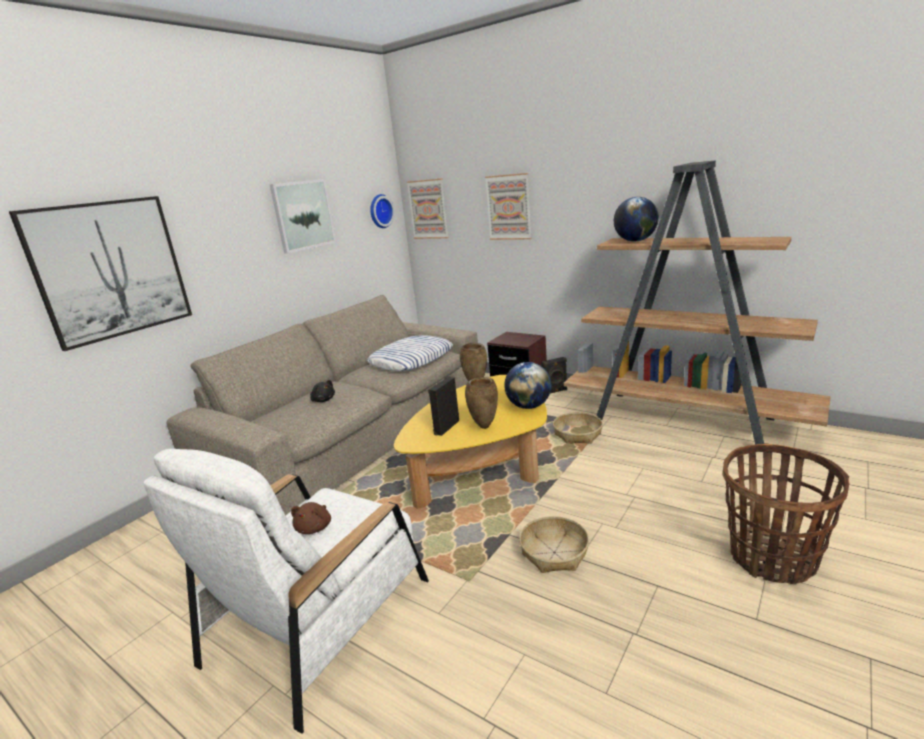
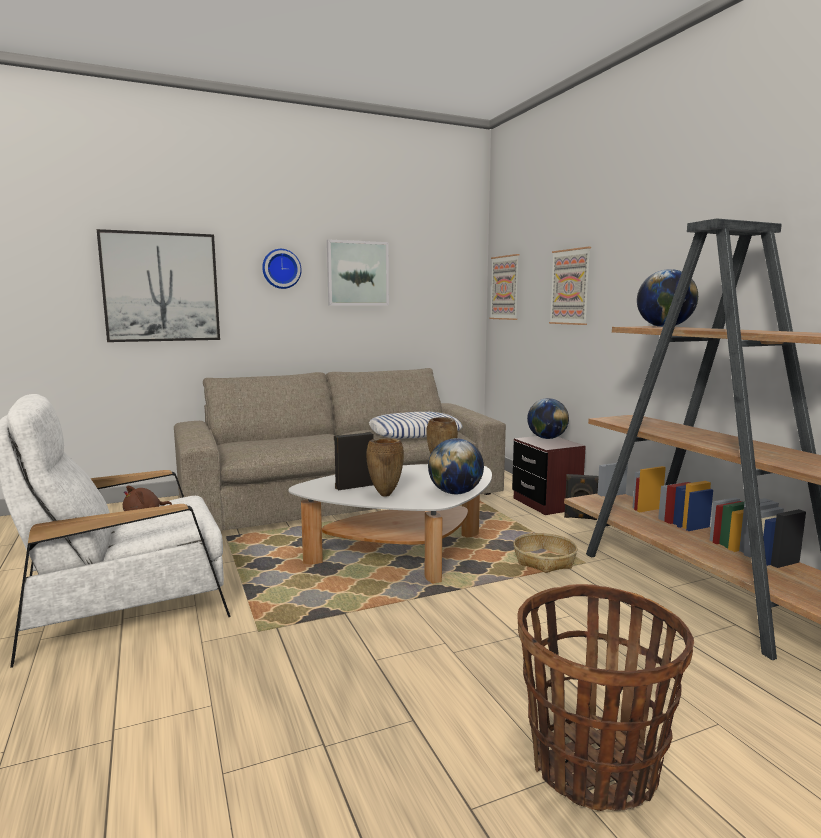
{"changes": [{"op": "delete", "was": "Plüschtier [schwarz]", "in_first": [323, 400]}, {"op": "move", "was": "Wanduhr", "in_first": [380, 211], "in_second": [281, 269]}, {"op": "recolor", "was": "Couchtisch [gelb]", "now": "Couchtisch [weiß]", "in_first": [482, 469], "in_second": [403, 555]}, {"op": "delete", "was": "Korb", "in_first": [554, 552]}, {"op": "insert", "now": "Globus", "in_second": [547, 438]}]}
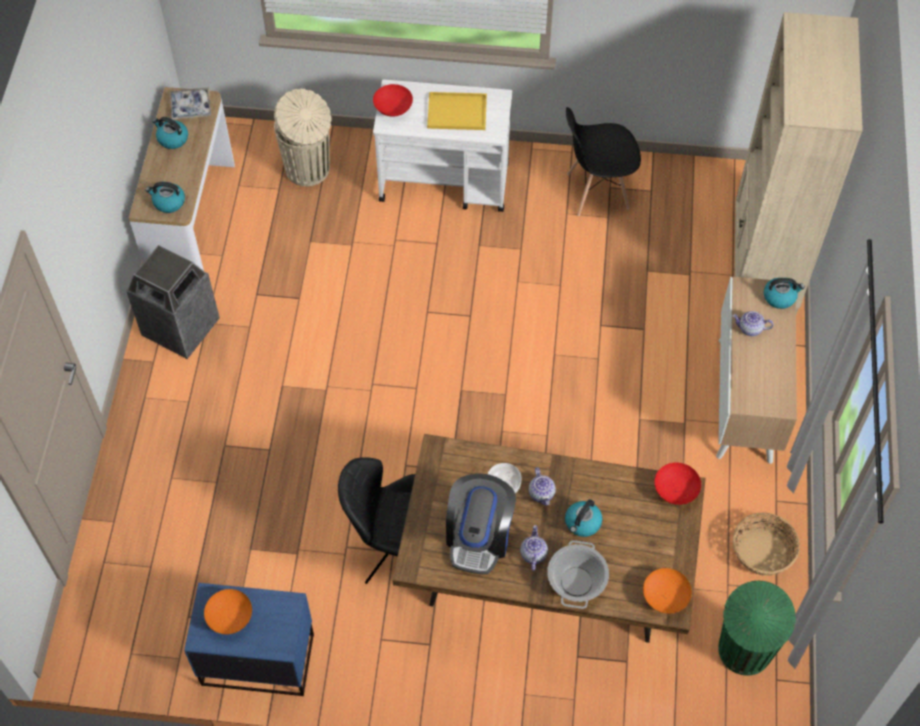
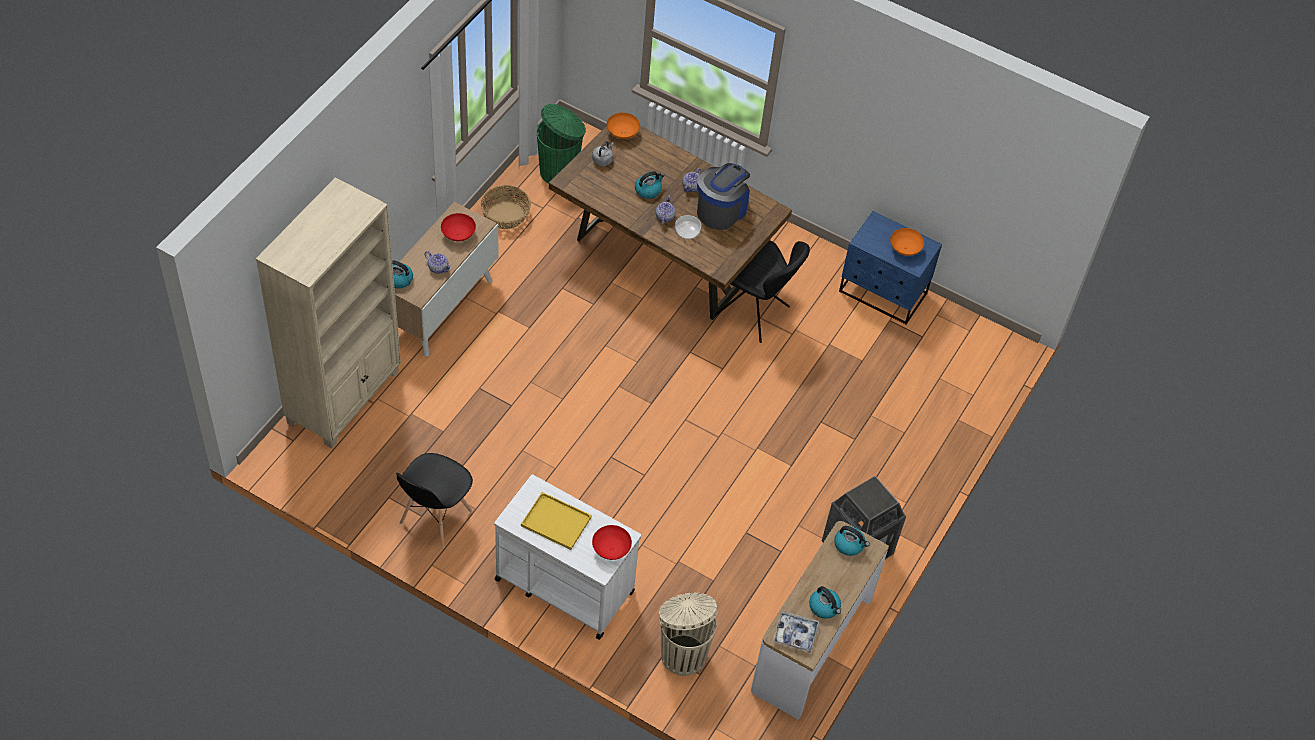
{"changes": [{"op": "delete", "was": "Kochtopf", "in_first": [576, 582]}, {"op": "rotate", "was": "Stuhl [schwarz]", "in_first": [597, 191], "in_second": [435, 517], "clockwise": 105}, {"op": "move", "was": "Schüssel [rot]", "in_first": [675, 490], "in_second": [458, 235]}, {"op": "insert", "now": "Wasserkessel [grau]", "in_second": [603, 160]}]}
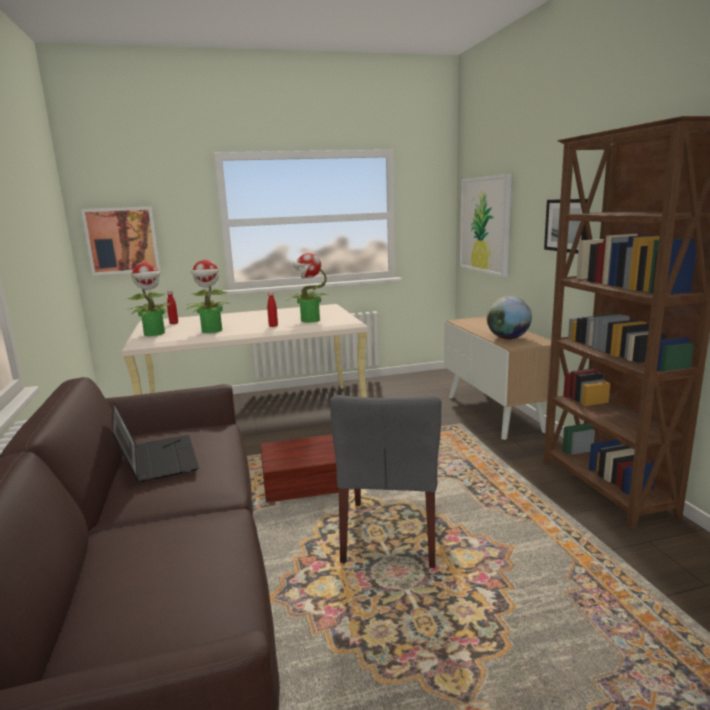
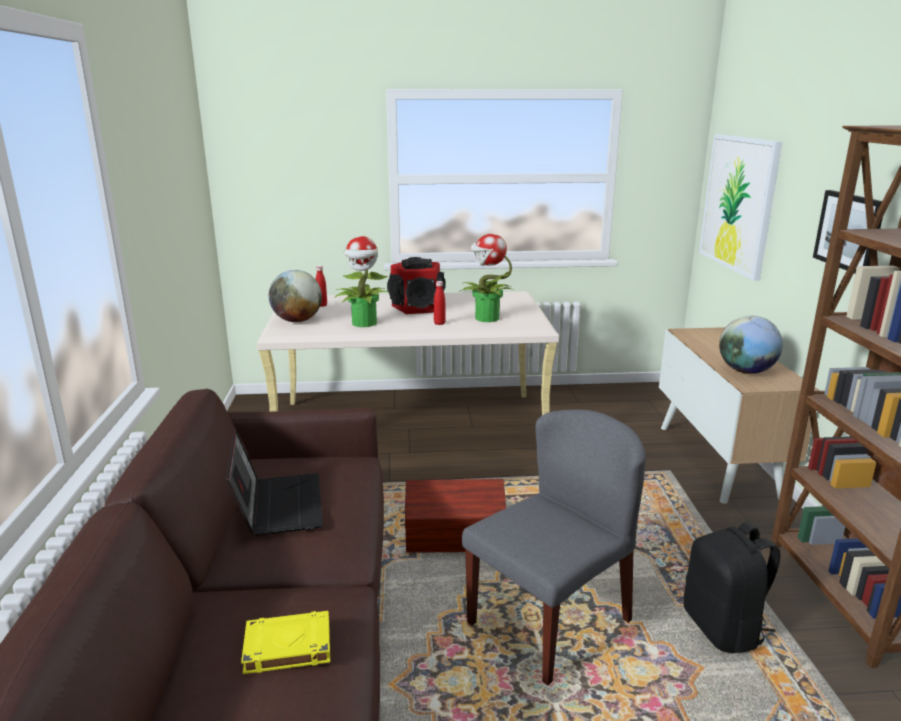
{"changes": [{"op": "delete", "was": "Bild", "in_first": [122, 240]}, {"op": "replace", "was": "Topfpflanze", "now": "Globus", "in_first": [155, 333], "in_second": [297, 320]}, {"op": "rotate", "was": "Stuhl [grau]", "in_first": [391, 534], "in_second": [550, 621], "clockwise": -150}, {"op": "insert", "now": "Buch [gelb]", "in_second": [287, 647]}, {"op": "insert", "now": "Lautsprecher", "in_second": [417, 307]}, {"op": "insert", "now": "Rucksack [schwarz]", "in_second": [723, 628]}]}
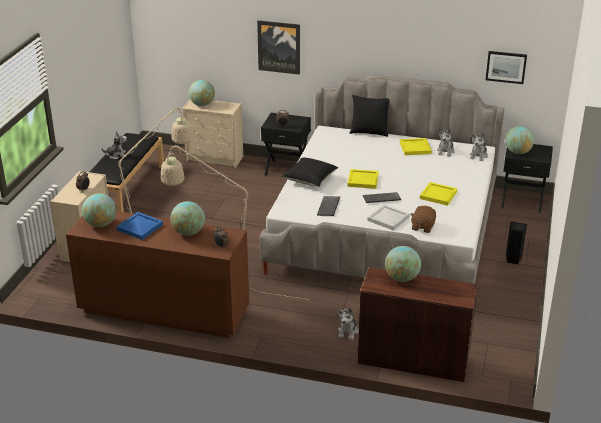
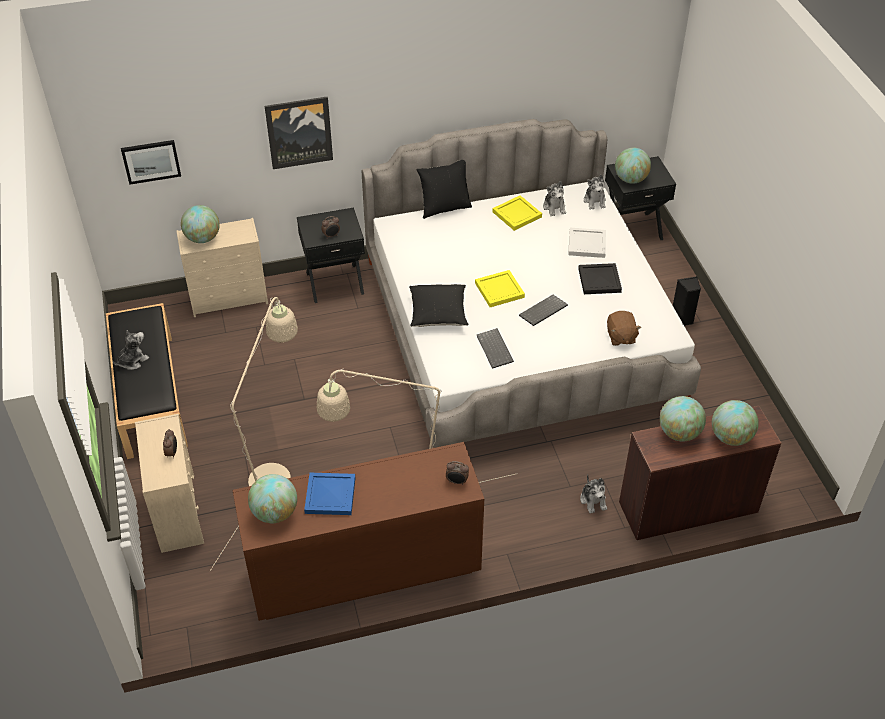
{"changes": [{"op": "move", "was": "Globus", "in_first": [188, 232], "in_second": [730, 437]}, {"op": "move", "was": "Tablett [weiß]", "in_first": [389, 219], "in_second": [587, 244]}, {"op": "recolor", "was": "Tablett [gelb]", "now": "Tablett [schwarz]", "in_first": [438, 195], "in_second": [600, 281]}, {"op": "move", "was": "Bild", "in_first": [506, 67], "in_second": [151, 161]}]}
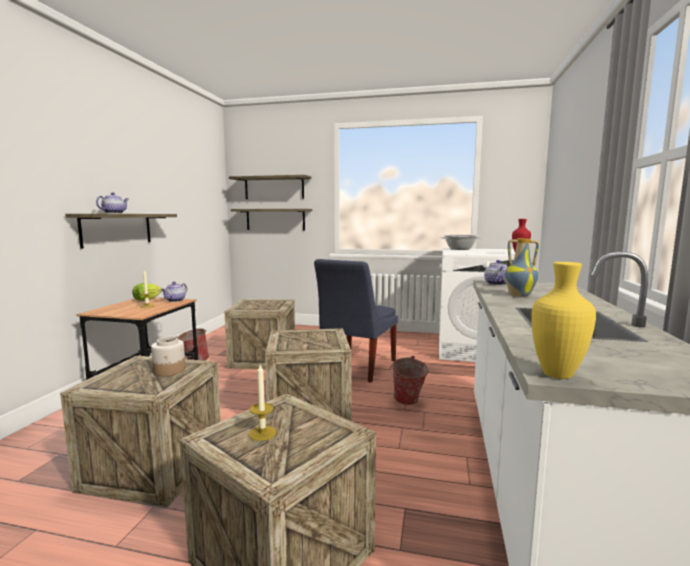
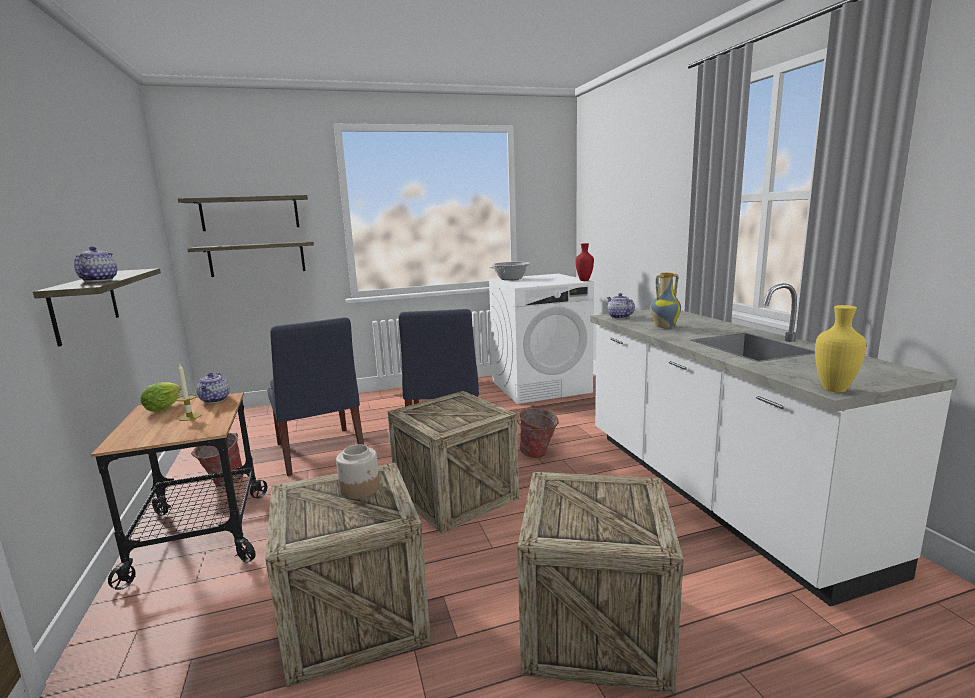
{"changes": [{"op": "replace", "was": "Kiste", "now": "Stuhl [blau]", "in_first": [263, 358], "in_second": [319, 452]}, {"op": "delete", "was": "Kerze", "in_first": [262, 433]}]}
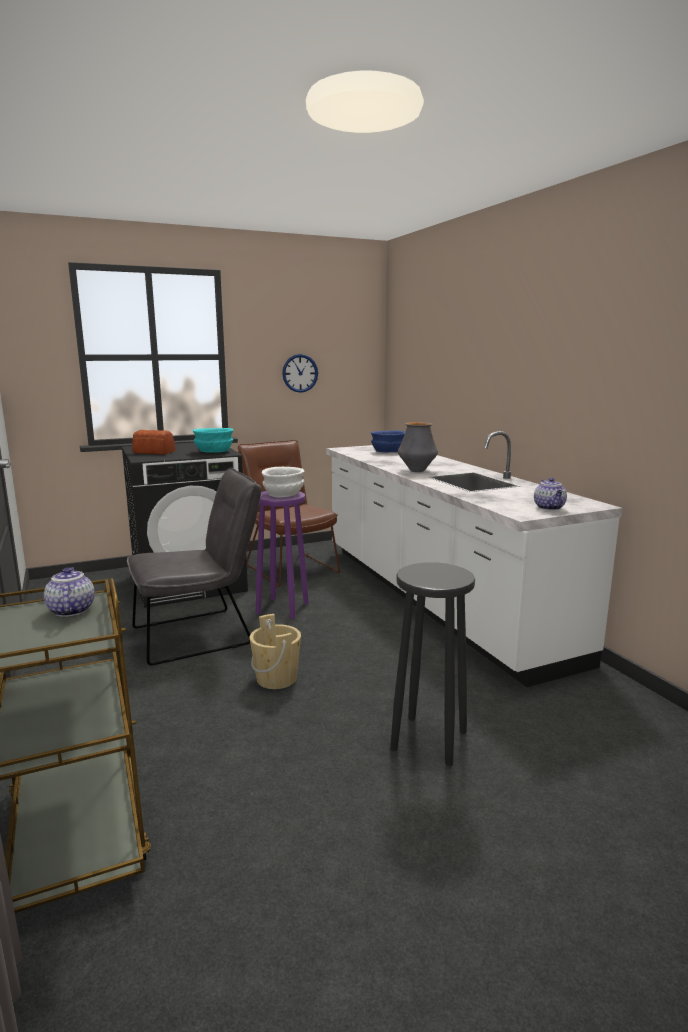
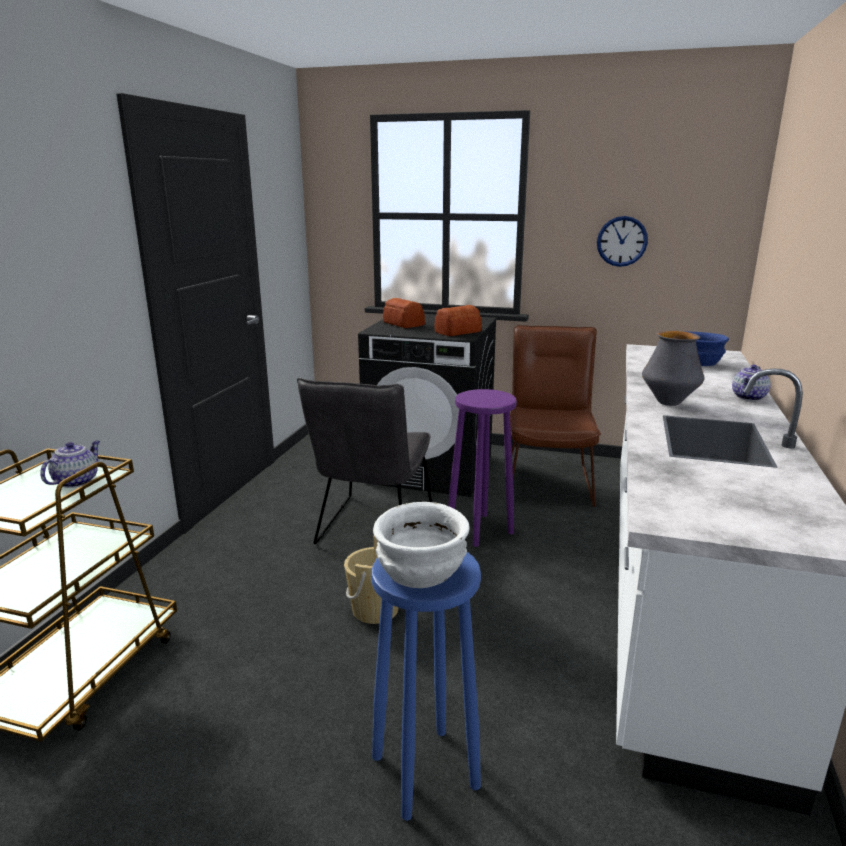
{"changes": [{"op": "rotate", "was": "Stuhl [grau]", "in_first": [200, 634], "in_second": [372, 530], "clockwise": 90}, {"op": "replace", "was": "Schüssel [türkis]", "now": "Brot", "in_first": [213, 451], "in_second": [456, 332]}, {"op": "move", "was": "Schüssel [weiß]", "in_first": [284, 494], "in_second": [421, 572]}, {"op": "recolor", "was": "Hocker [schwarz]", "now": "Hocker [blau]", "in_first": [428, 739], "in_second": [424, 770]}, {"op": "move", "was": "Teekanne", "in_first": [549, 508], "in_second": [749, 397]}]}
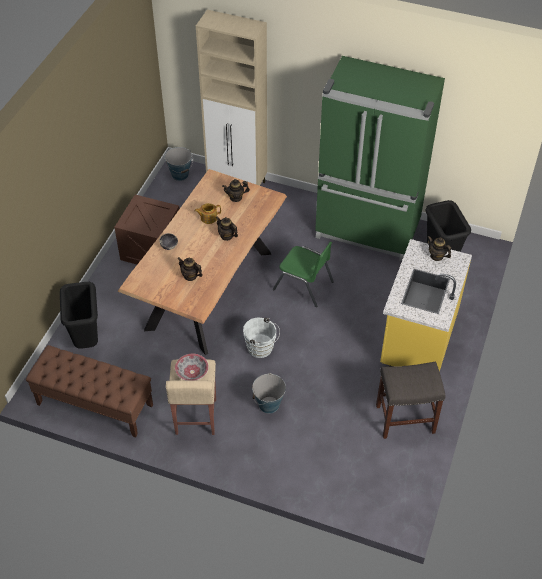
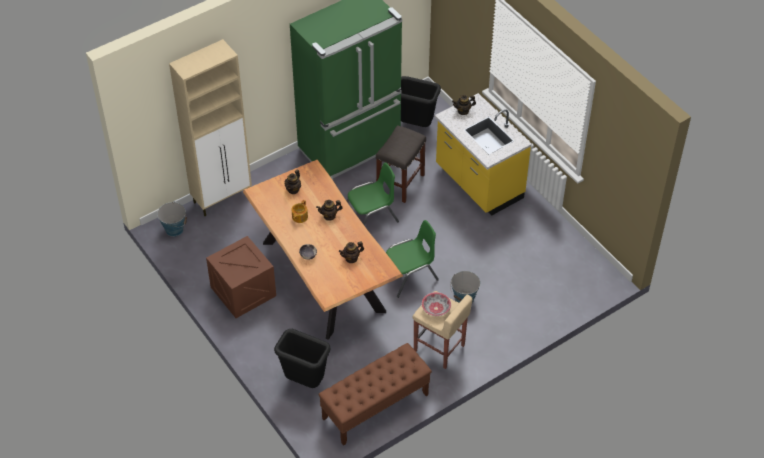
{"changes": [{"op": "replace", "was": "Eimer [weiß]", "now": "Stuhl [grün]", "in_first": [262, 349], "in_second": [409, 275]}, {"op": "move", "was": "Hocker [grau]", "in_first": [404, 419], "in_second": [400, 183]}]}
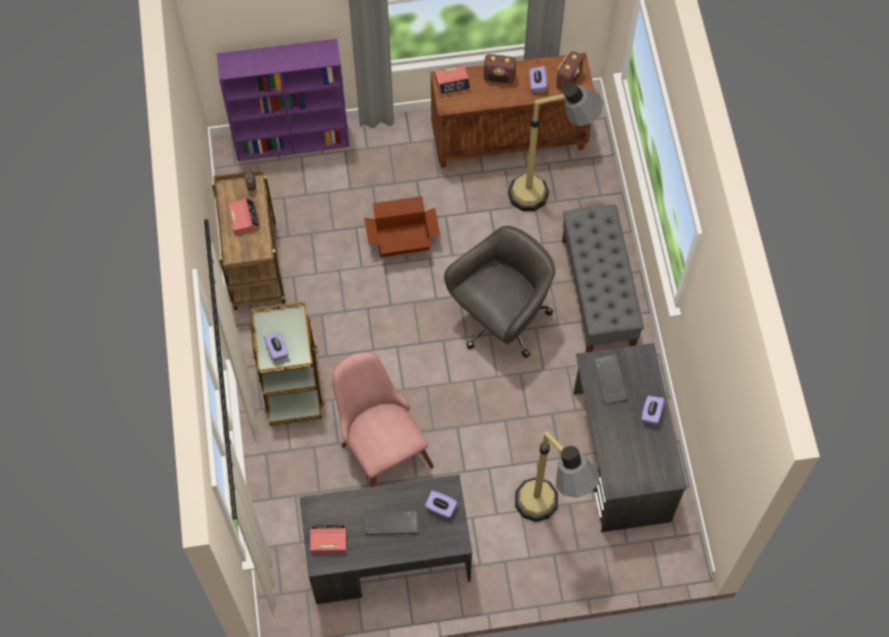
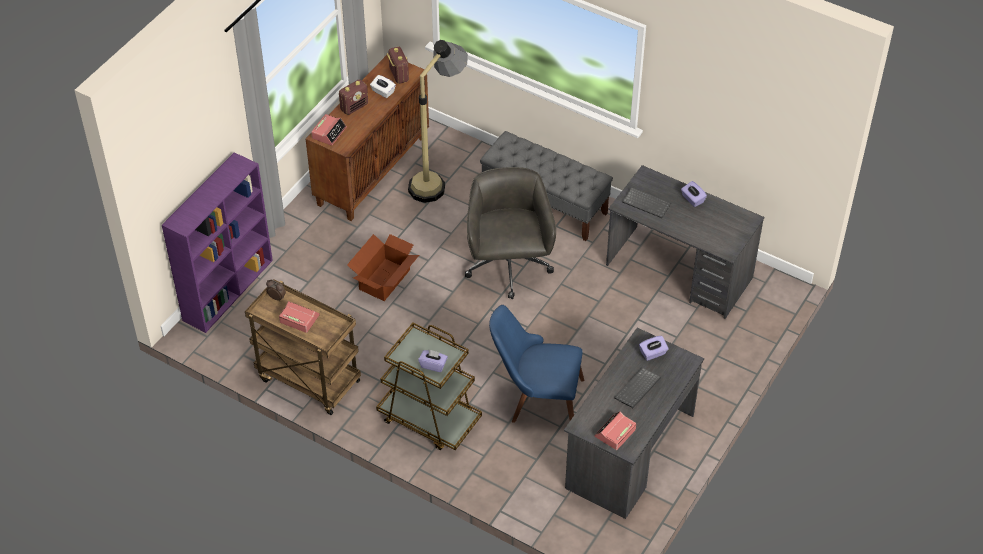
{"changes": [{"op": "recolor", "was": "Stuhl [rosa]", "now": "Stuhl [blau]", "in_first": [380, 446], "in_second": [536, 399]}, {"op": "delete", "was": "Stehlampe", "in_first": [548, 517]}, {"op": "recolor", "was": "Taschentuchbox [lila]", "now": "Taschentuchbox [weiß]", "in_first": [537, 84], "in_second": [383, 92]}]}
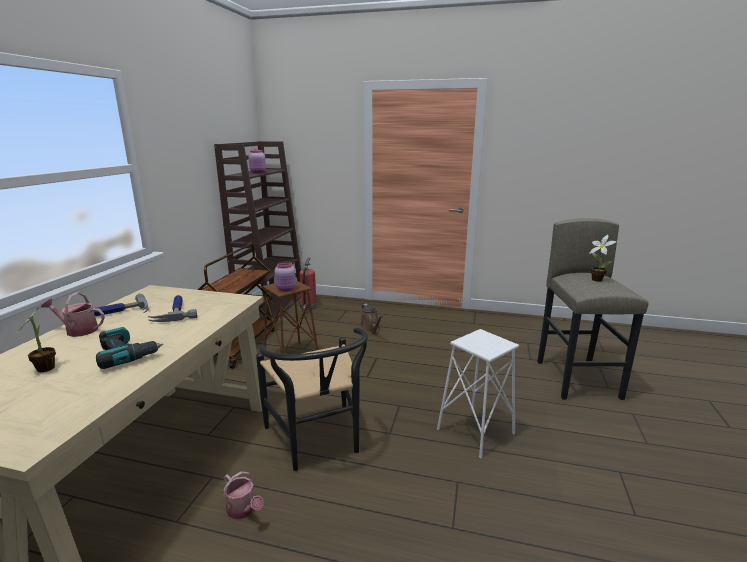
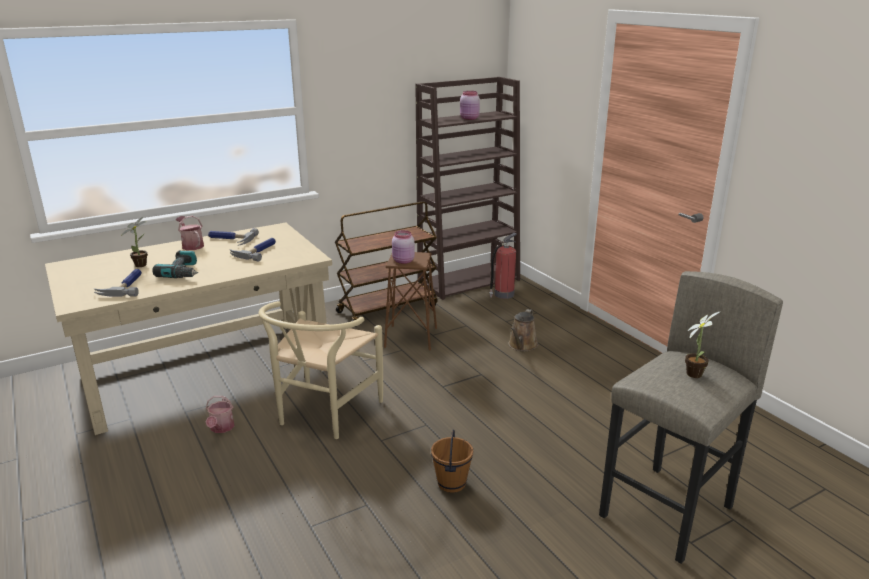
{"changes": [{"op": "recolor", "was": "Stuhl [schwarz]", "now": "Stuhl [beige]", "in_first": [318, 442], "in_second": [323, 415]}, {"op": "replace", "was": "Hocker [weiß]", "now": "Eimer [braun]", "in_first": [475, 431], "in_second": [451, 483]}, {"op": "insert", "now": "Hammer", "in_second": [125, 286]}]}
